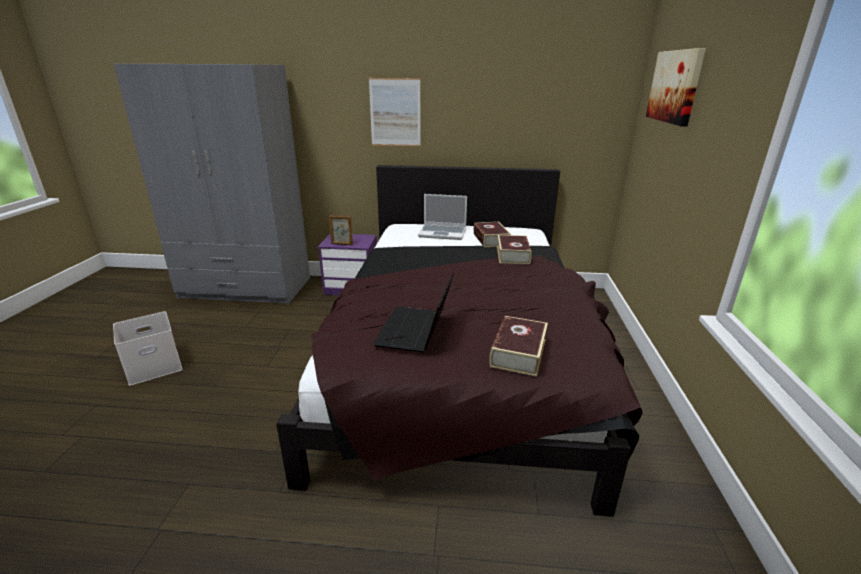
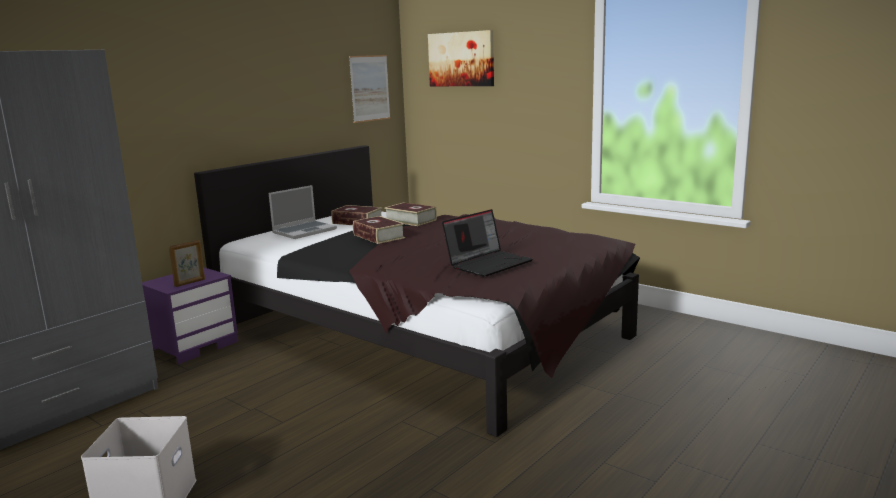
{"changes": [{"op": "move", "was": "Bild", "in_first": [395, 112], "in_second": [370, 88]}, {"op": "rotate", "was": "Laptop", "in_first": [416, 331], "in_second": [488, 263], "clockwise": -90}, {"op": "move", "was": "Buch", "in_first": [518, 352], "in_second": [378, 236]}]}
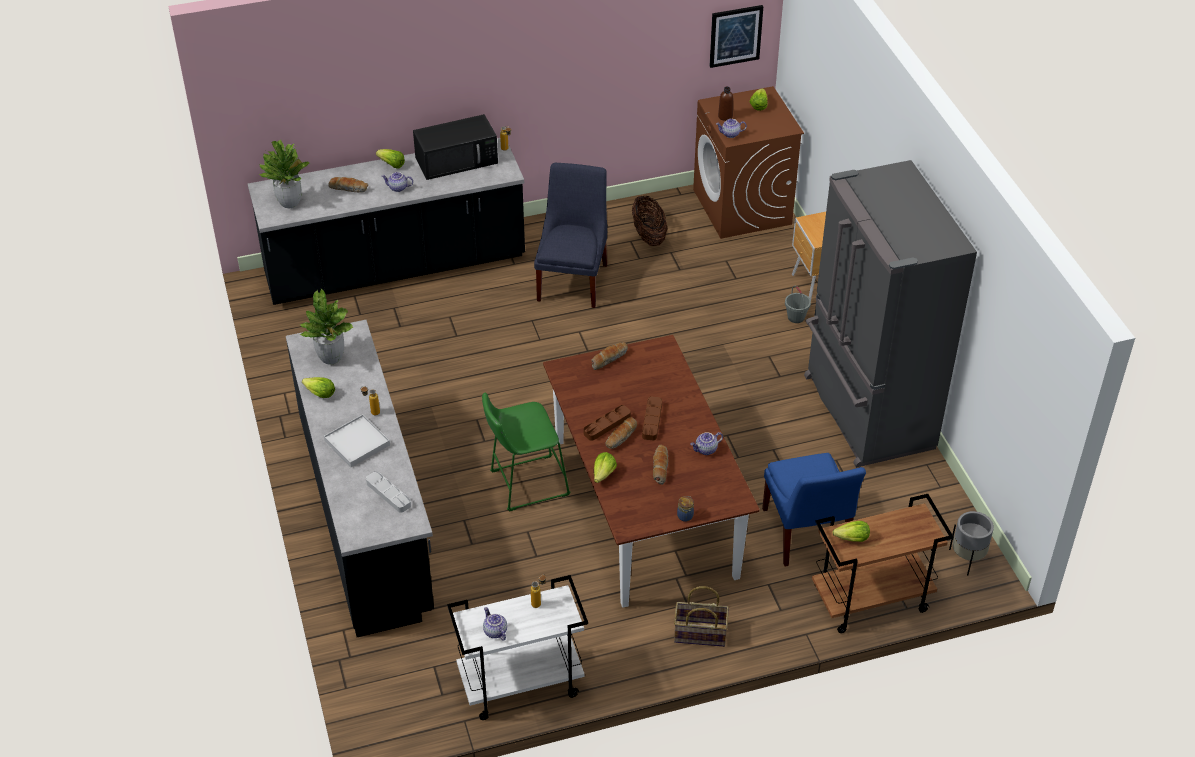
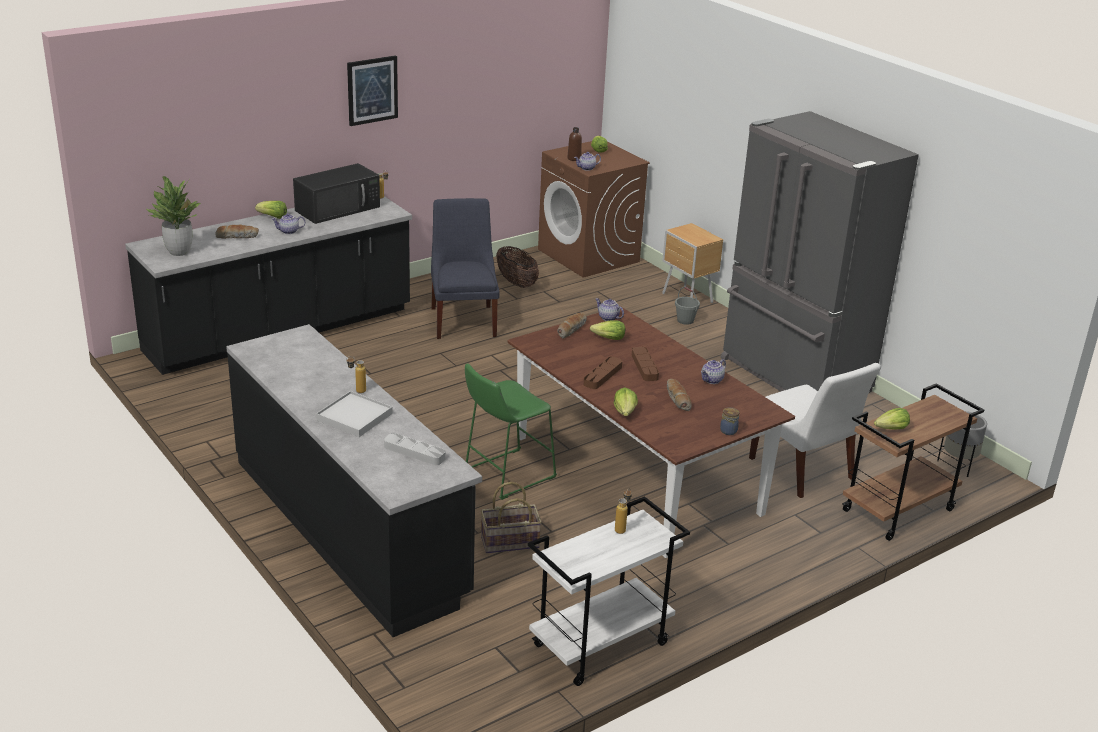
{"changes": [{"op": "delete", "was": "Topfpflanze", "in_first": [331, 358]}, {"op": "move", "was": "Salatkopf", "in_first": [319, 393], "in_second": [608, 338]}, {"op": "move", "was": "Teekanne", "in_first": [494, 631], "in_second": [608, 318]}, {"op": "delete", "was": "Brot", "in_first": [621, 437]}, {"op": "move", "was": "Korb", "in_first": [699, 634], "in_second": [509, 543]}, {"op": "move", "was": "Bild", "in_first": [735, 35], "in_second": [372, 90]}, {"op": "recolor", "was": "Stuhl [blau]", "now": "Stuhl [weiß]", "in_first": [806, 535], "in_second": [803, 471]}]}
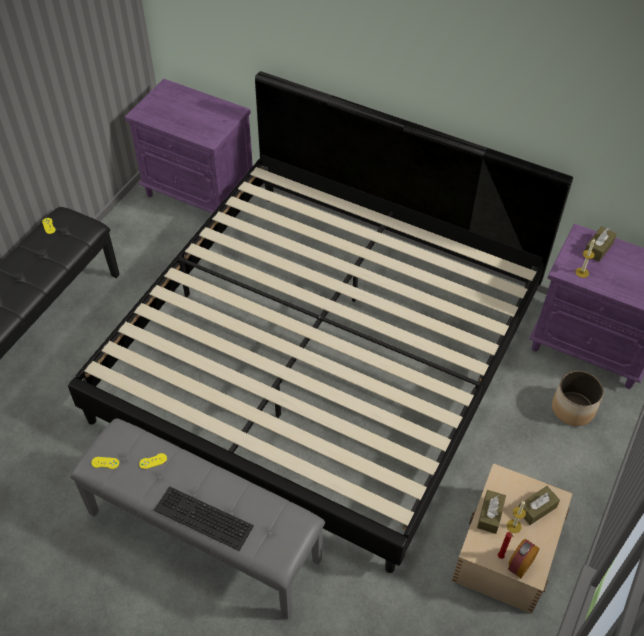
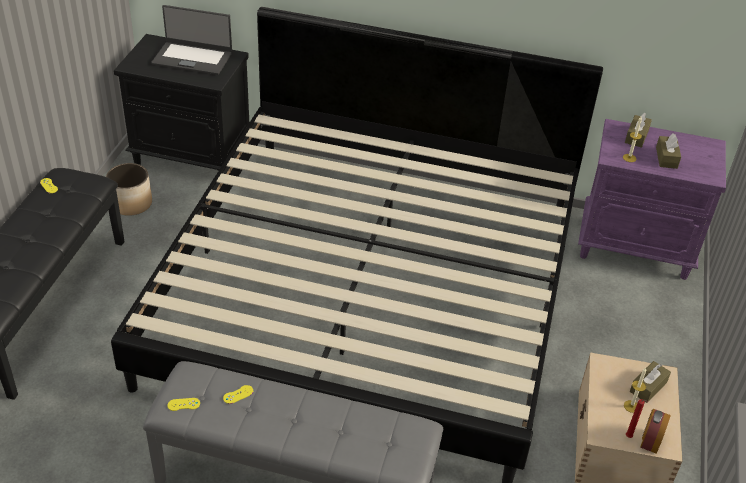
{"changes": [{"op": "recolor", "was": "Nachttisch [lila]", "now": "Nachttisch [schwarz]", "in_first": [200, 193], "in_second": [192, 156]}, {"op": "delete", "was": "Tastatur", "in_first": [201, 519]}, {"op": "move", "was": "Taschentuchbox [braun]", "in_first": [490, 515], "in_second": [666, 158]}, {"op": "move", "was": "Pflanzkübel", "in_first": [573, 408], "in_second": [132, 203]}, {"op": "insert", "now": "Laptop", "in_second": [192, 58]}]}
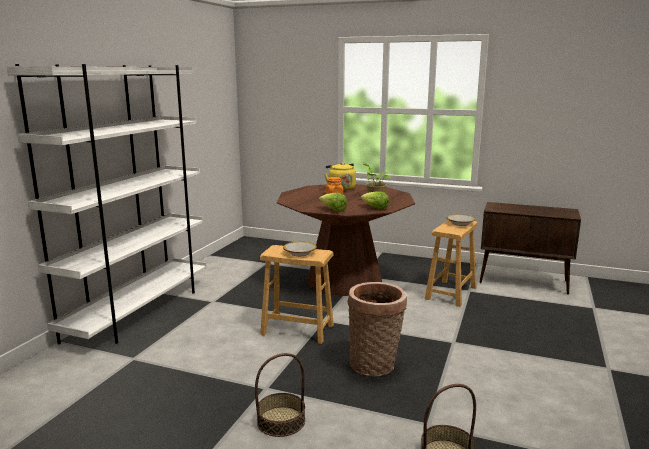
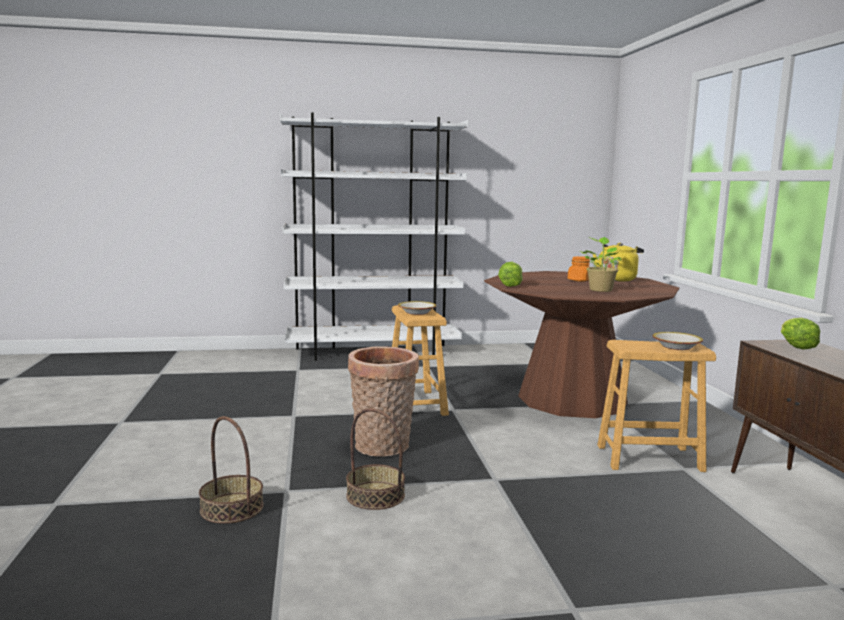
{"changes": [{"op": "move", "was": "Korb", "in_first": [281, 421], "in_second": [375, 495]}, {"op": "move", "was": "Salatkopf", "in_first": [374, 208], "in_second": [795, 346]}]}
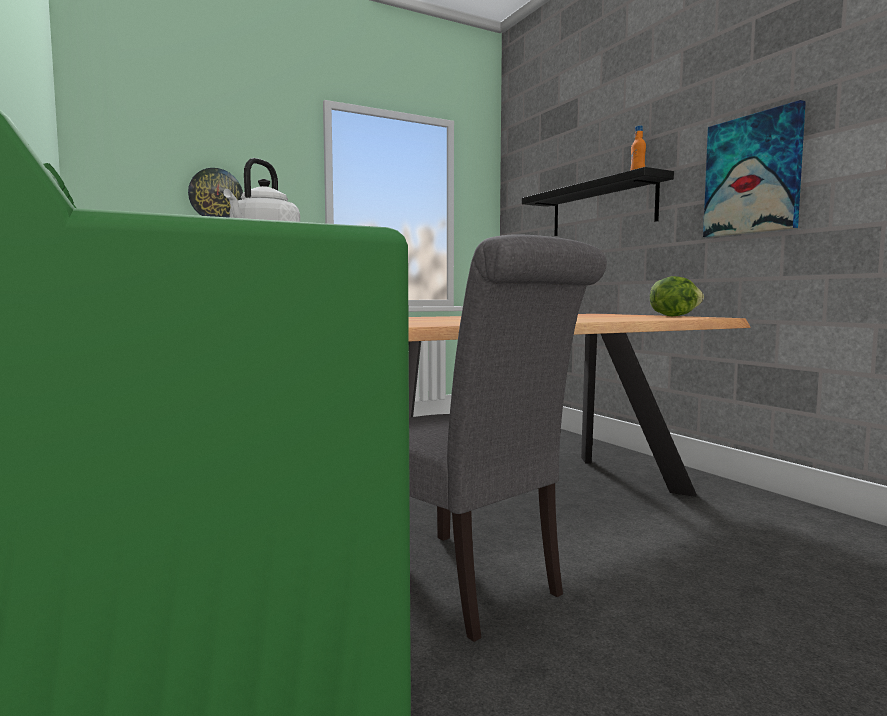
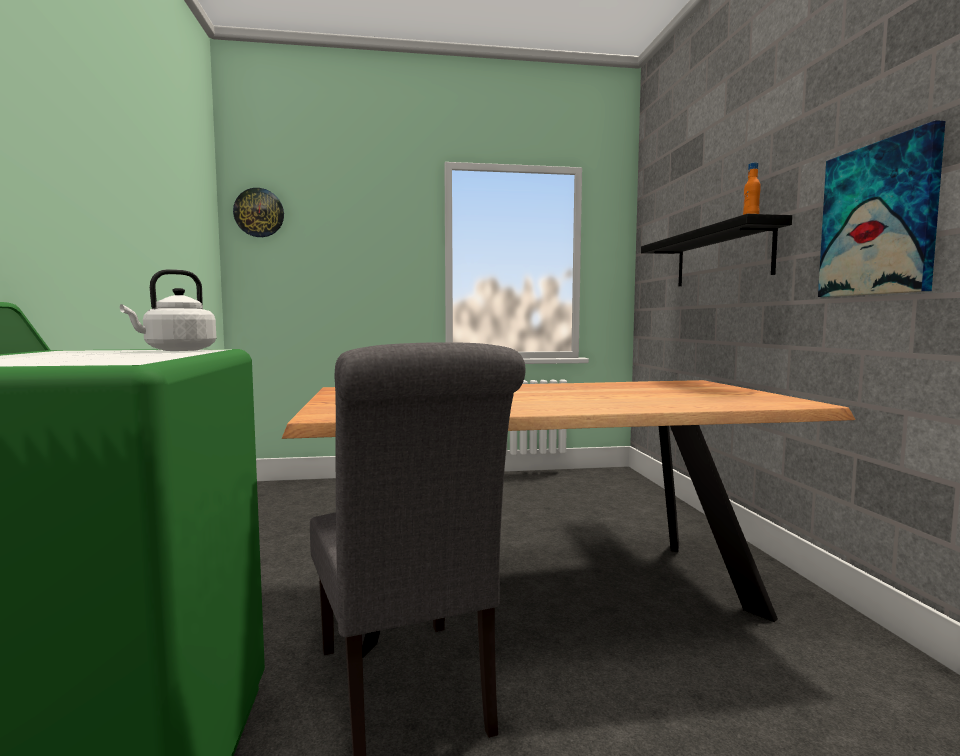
{"changes": [{"op": "move", "was": "Wanduhr", "in_first": [216, 195], "in_second": [259, 213]}, {"op": "delete", "was": "Salatkopf", "in_first": [673, 316]}]}
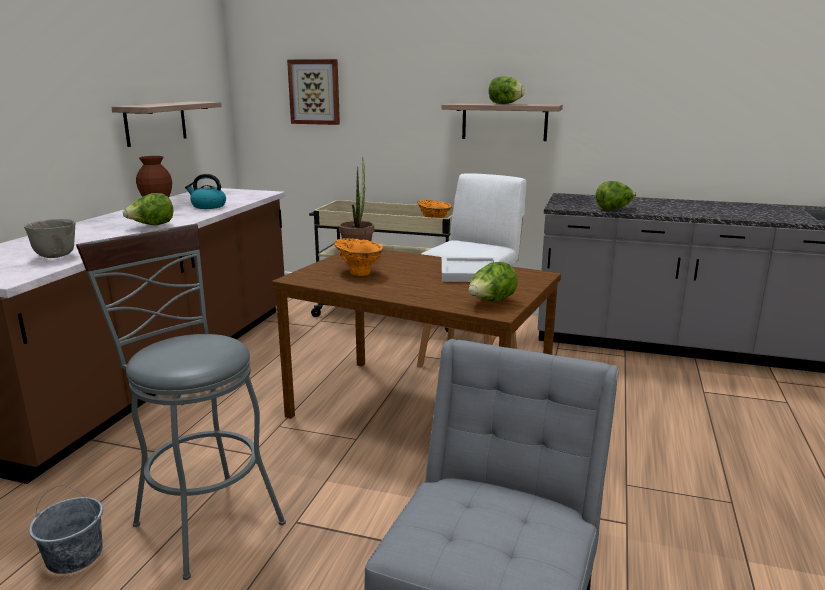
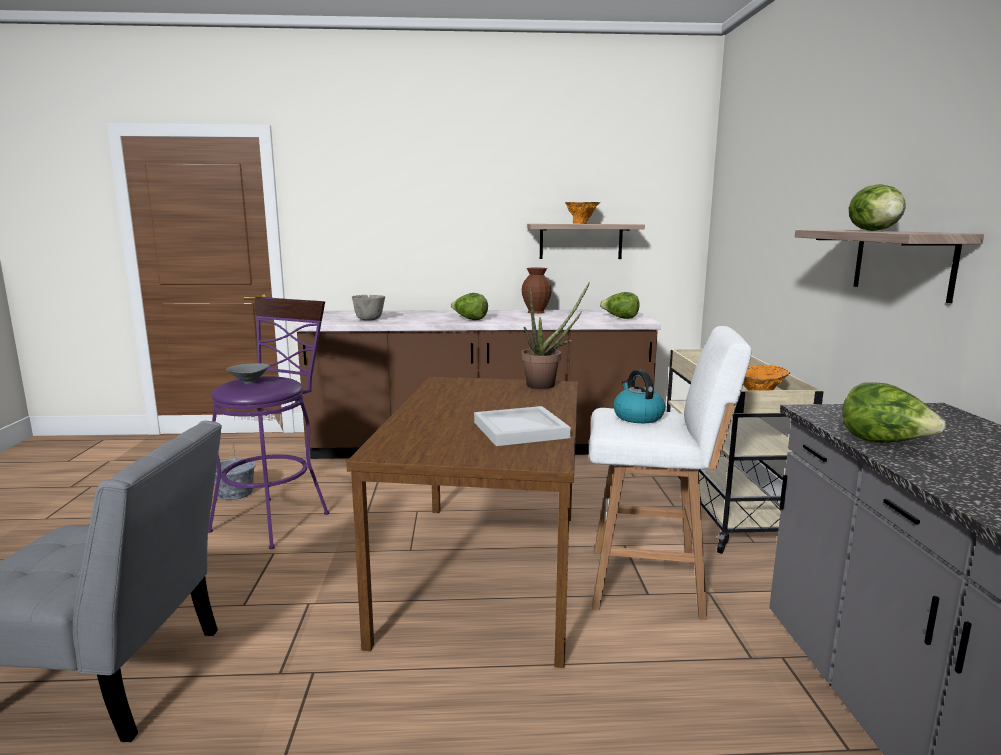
{"changes": [{"op": "recolor", "was": "Hocker [grau]", "now": "Hocker [lila]", "in_first": [202, 518], "in_second": [276, 518]}, {"op": "move", "was": "Wasserkessel", "in_first": [208, 206], "in_second": [637, 417]}, {"op": "delete", "was": "Bild", "in_first": [314, 92]}, {"op": "move", "was": "Vase [orange]", "in_first": [358, 272], "in_second": [582, 223]}, {"op": "move", "was": "Salatkopf", "in_first": [491, 302], "in_second": [620, 318]}, {"op": "insert", "now": "Schüssel [grau]", "in_second": [249, 382]}]}
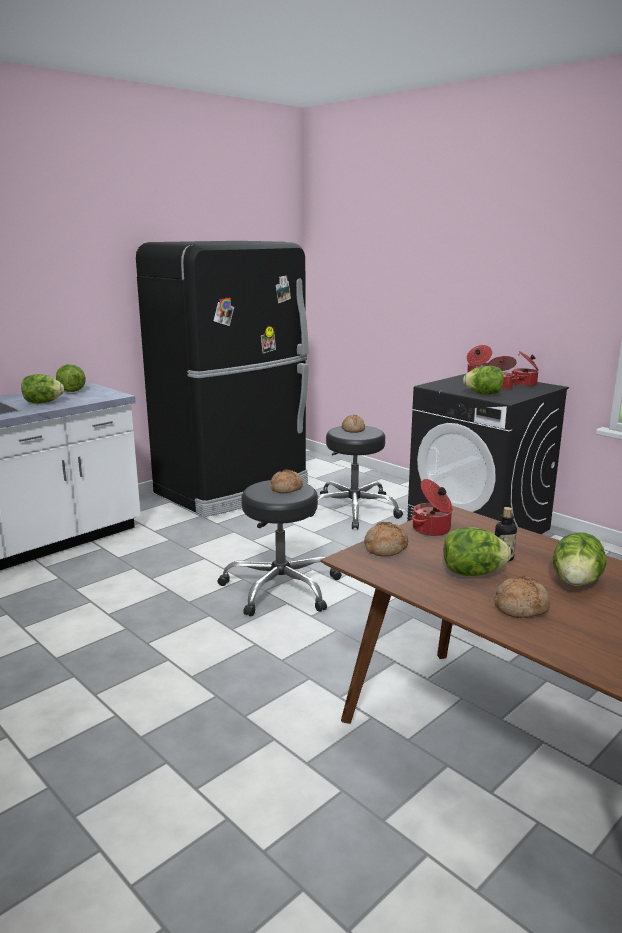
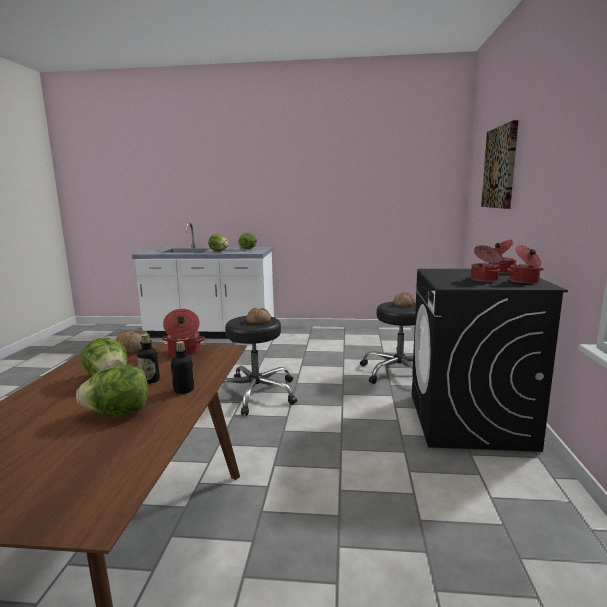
{"changes": [{"op": "delete", "was": "Kühlschrank [schwarz]", "in_first": [234, 489]}, {"op": "delete", "was": "Salatkopf", "in_first": [483, 394]}, {"op": "delete", "was": "Brot", "in_first": [520, 607]}, {"op": "insert", "now": "Flasche", "in_second": [184, 390]}, {"op": "insert", "now": "Bild", "in_second": [500, 167]}]}
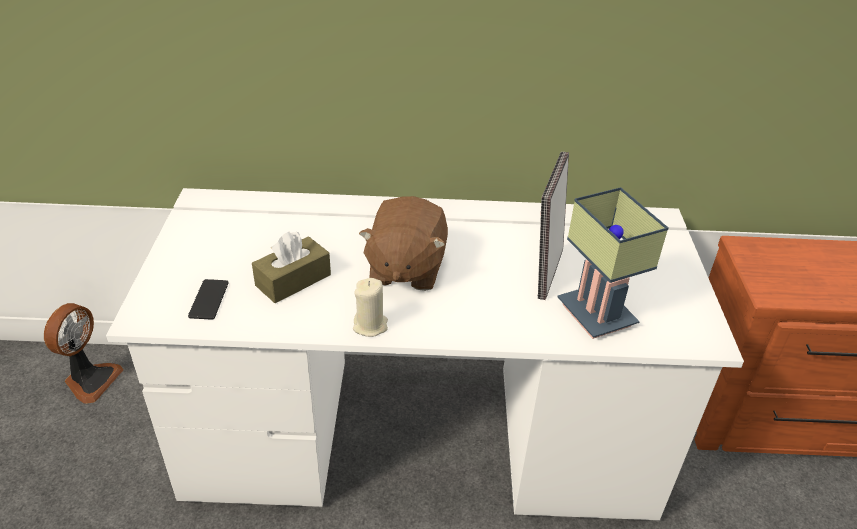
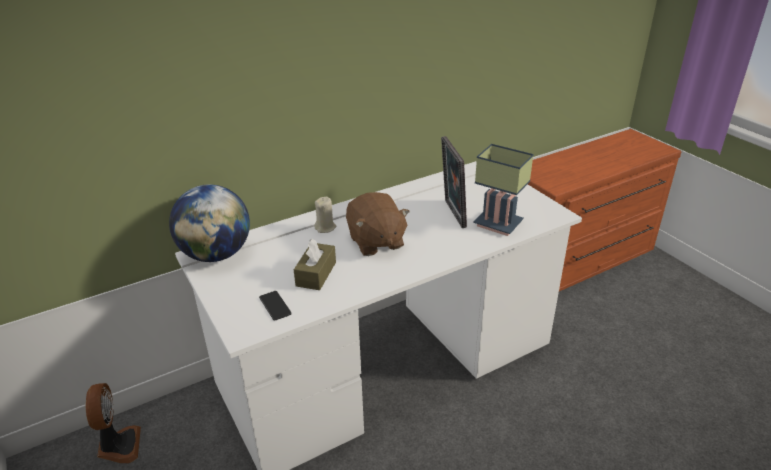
{"changes": [{"op": "move", "was": "Kerze [beige]", "in_first": [370, 326], "in_second": [325, 227]}, {"op": "insert", "now": "Globus", "in_second": [216, 254]}]}
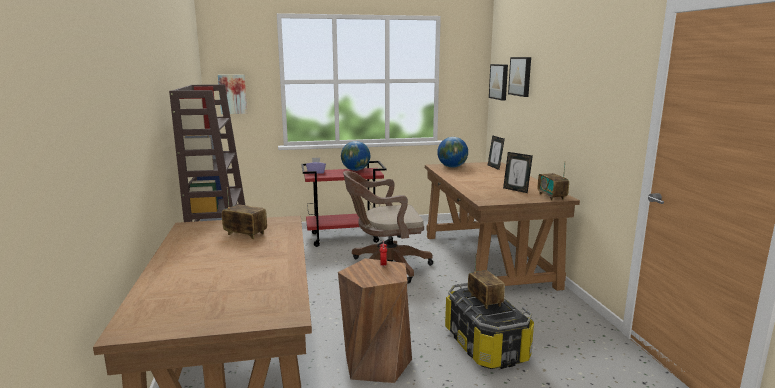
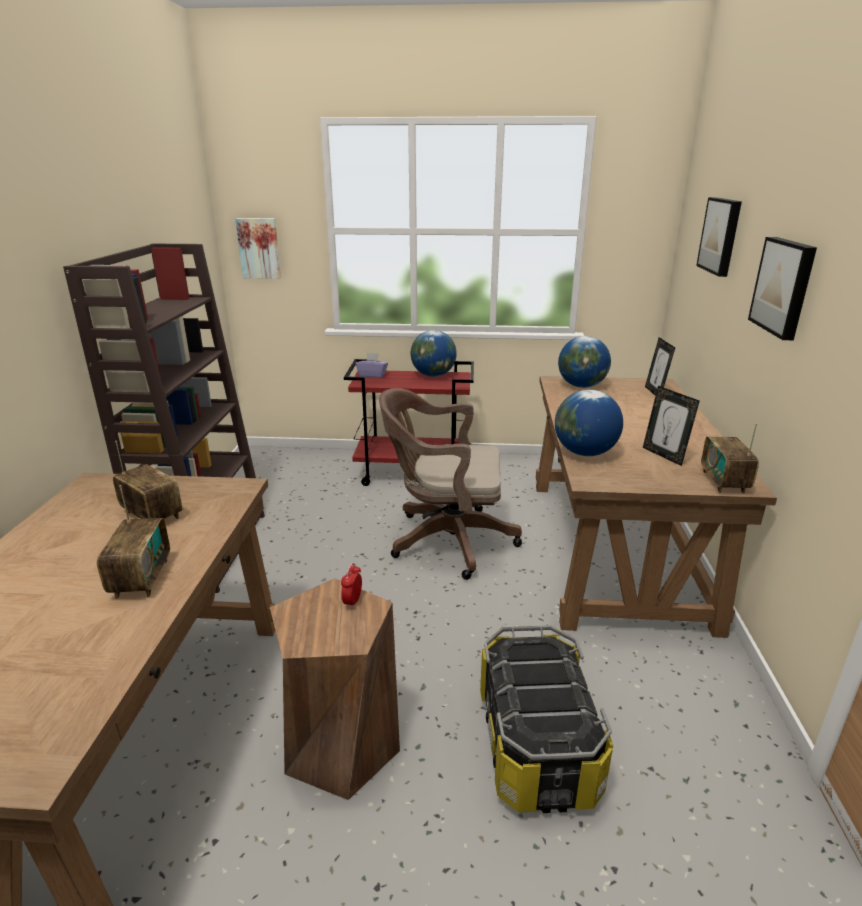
{"changes": [{"op": "move", "was": "Radio", "in_first": [484, 301], "in_second": [141, 578]}, {"op": "move", "was": "Bild", "in_first": [499, 81], "in_second": [784, 286]}, {"op": "insert", "now": "Globus", "in_second": [584, 453]}]}
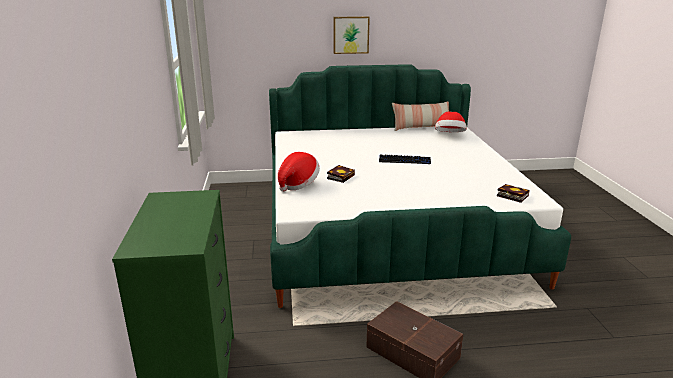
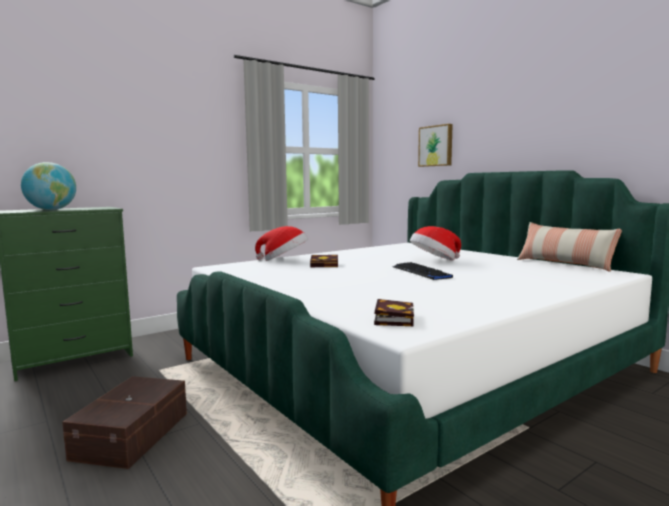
{"changes": [{"op": "move", "was": "Bild", "in_first": [350, 35], "in_second": [436, 146]}, {"op": "move", "was": "Hut", "in_first": [449, 135], "in_second": [434, 261]}, {"op": "insert", "now": "Globus", "in_second": [51, 210]}]}
